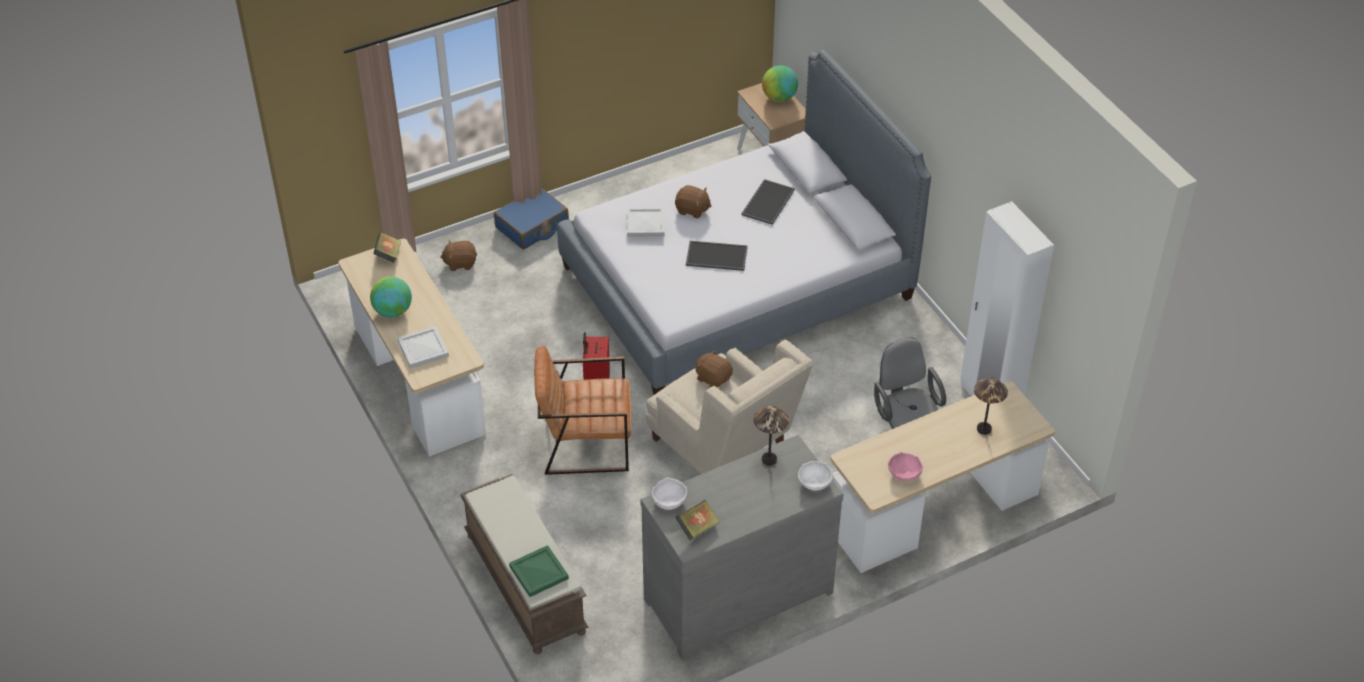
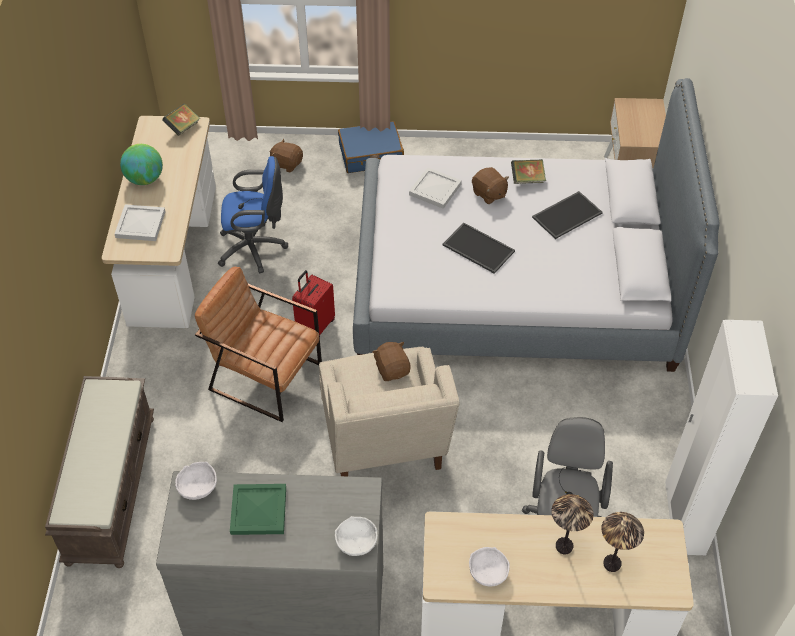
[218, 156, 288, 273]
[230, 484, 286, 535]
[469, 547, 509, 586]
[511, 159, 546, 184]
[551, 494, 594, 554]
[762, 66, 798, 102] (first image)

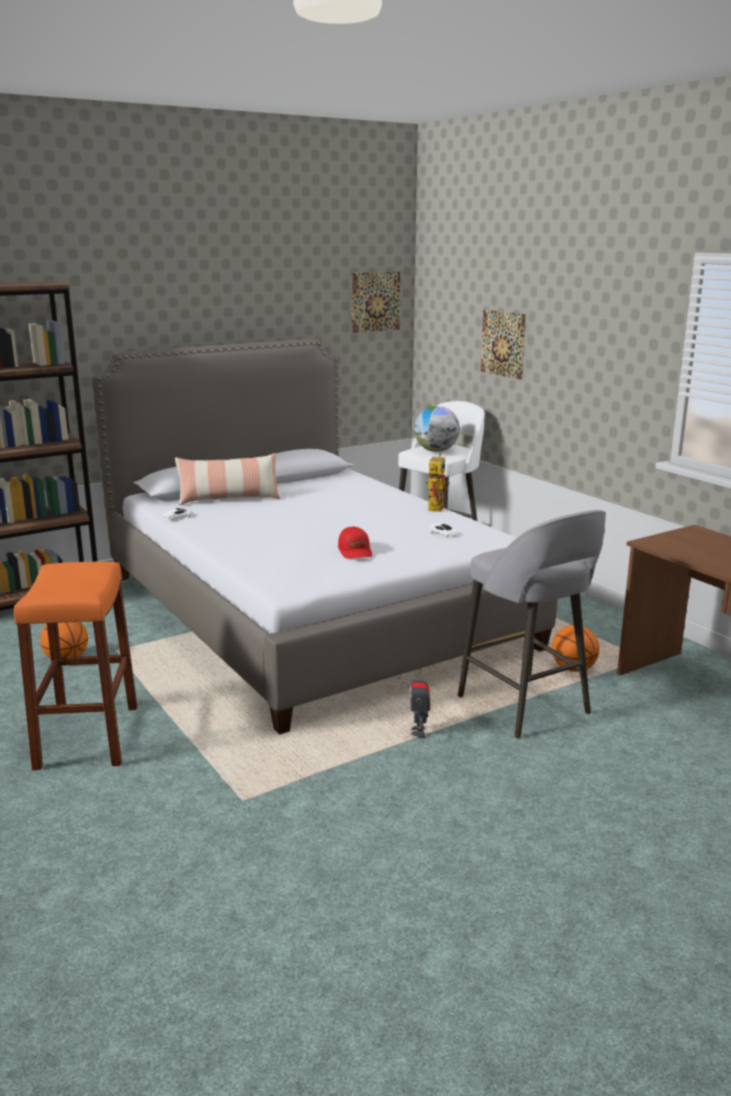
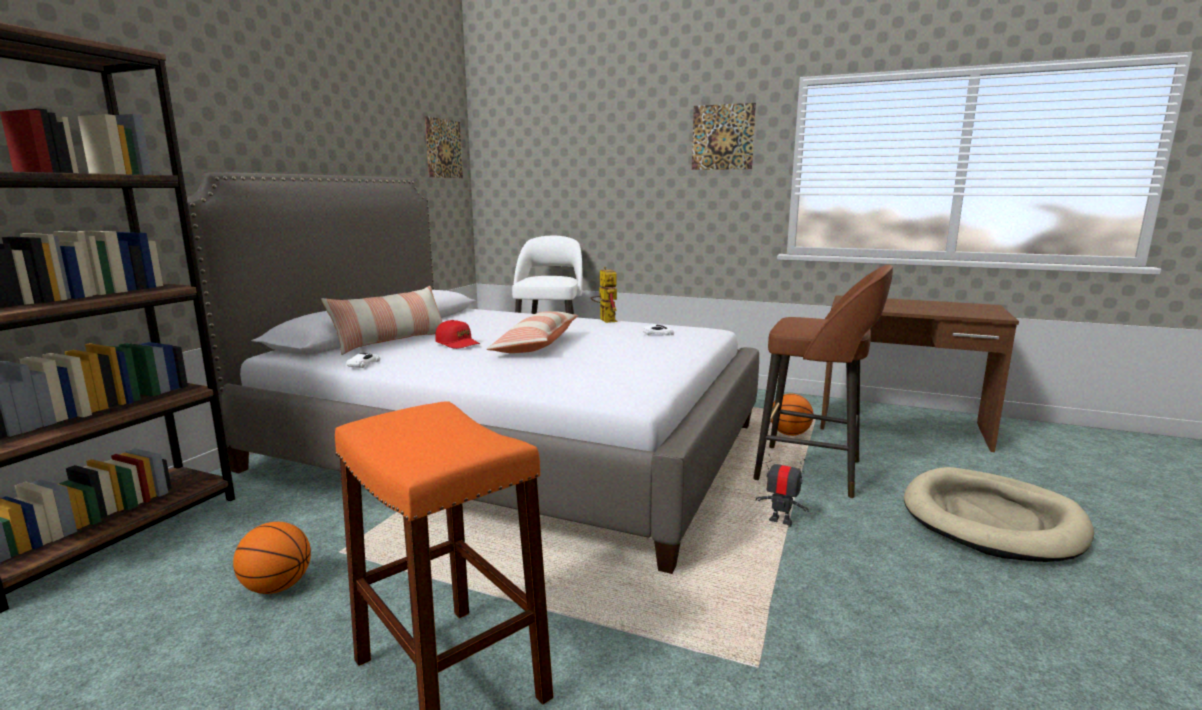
[435, 320, 480, 349]
[486, 311, 578, 353]
[692, 103, 756, 170]
[753, 265, 893, 498]
[756, 454, 809, 527]
[904, 467, 1094, 562]
[414, 406, 460, 452] (first image)

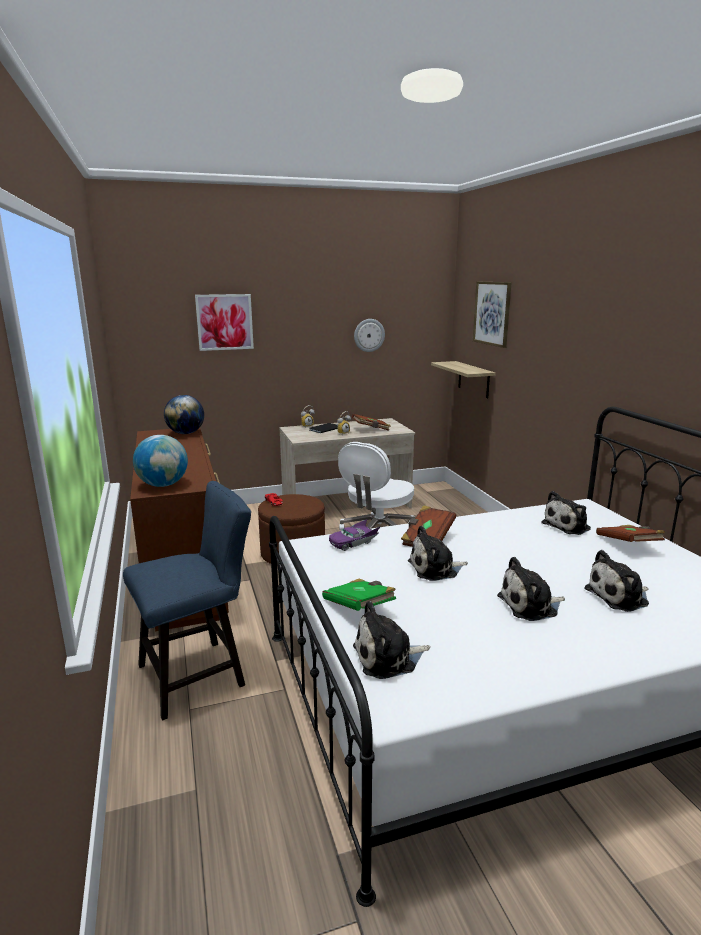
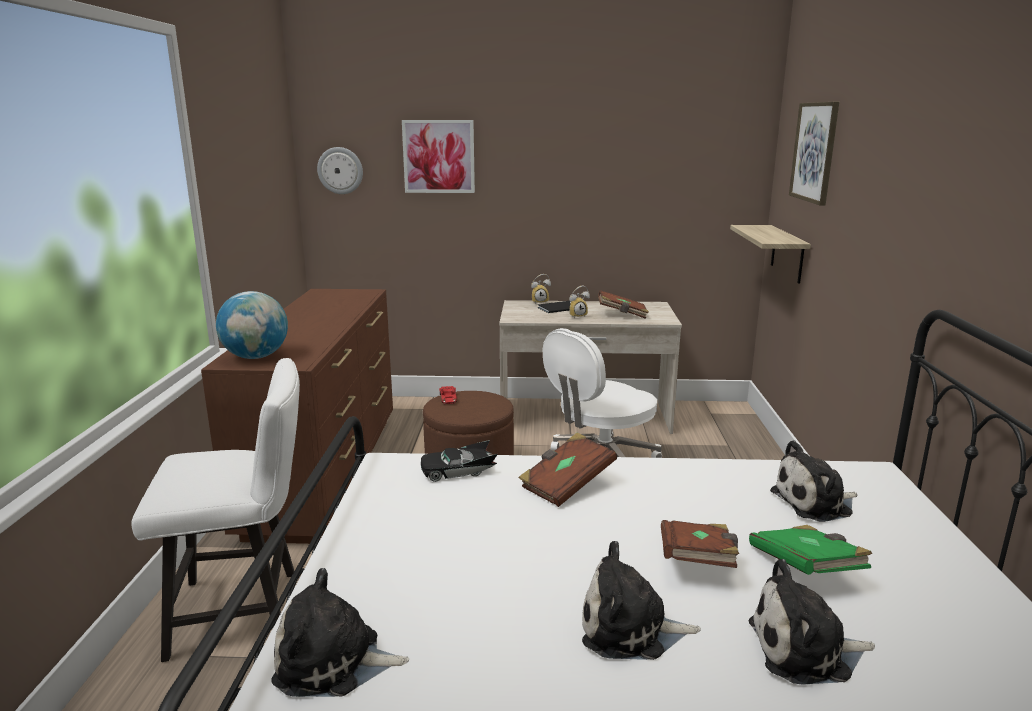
[131, 358, 300, 662]
[317, 147, 363, 194]
[420, 440, 498, 482]
[661, 520, 739, 568]
[749, 525, 872, 575]
[164, 395, 204, 434] (first image)
[408, 526, 468, 581] (first image)

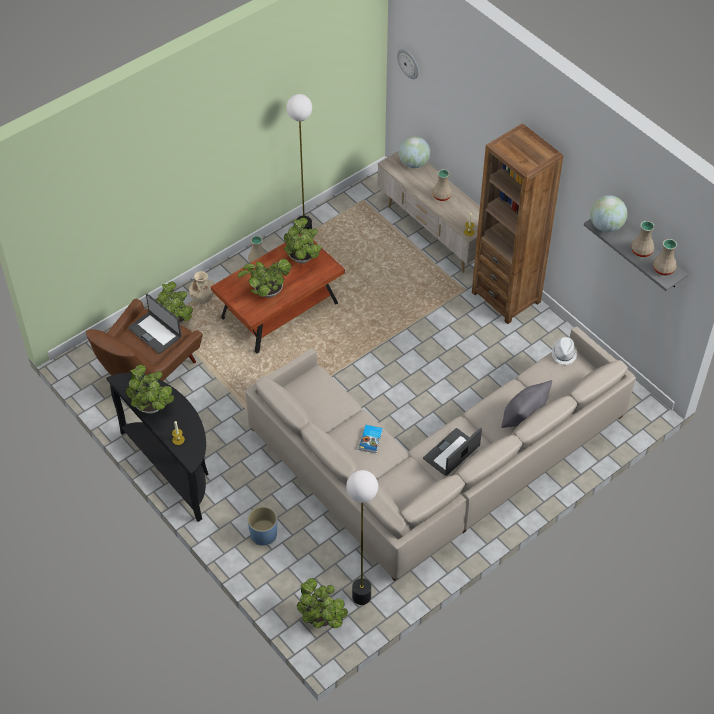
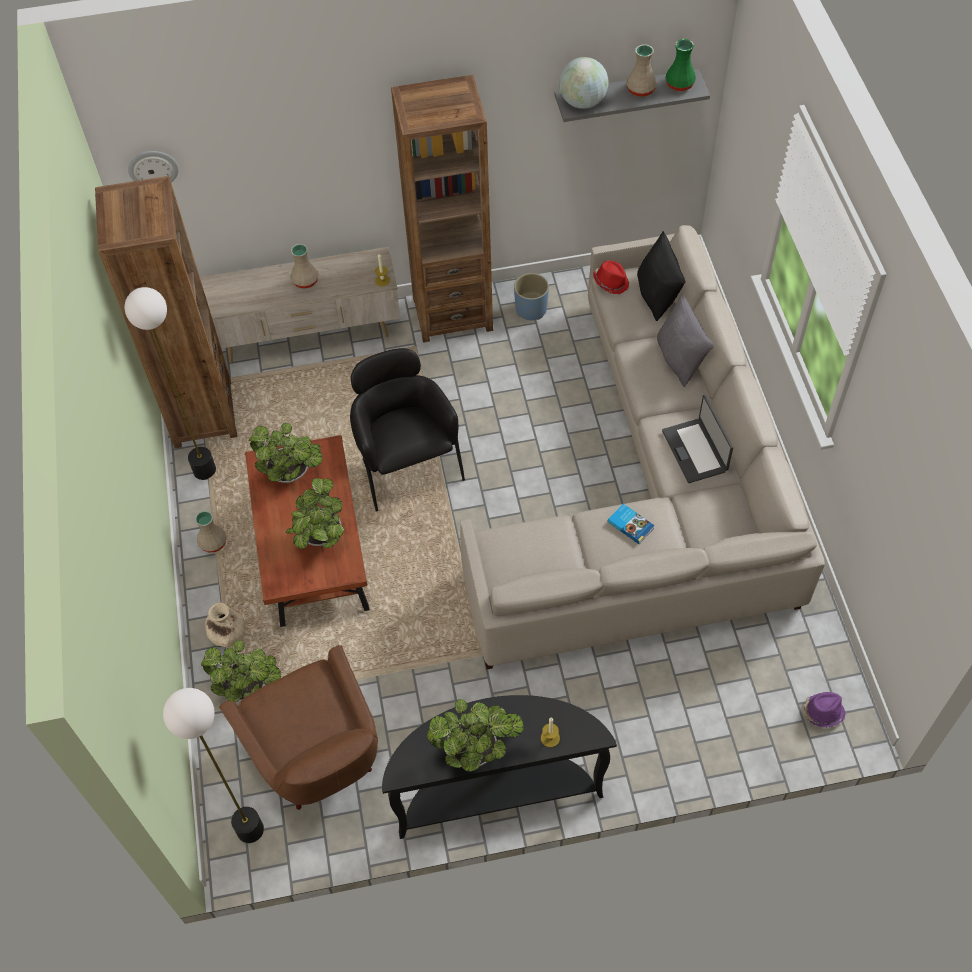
[95, 176, 237, 448]
[163, 688, 264, 843]
[350, 348, 465, 512]
[514, 273, 549, 320]
[593, 260, 629, 294]
[637, 231, 685, 321]
[666, 39, 696, 91]
[804, 692, 846, 728]
[128, 294, 181, 354] (first image)
[399, 136, 430, 168] (first image)

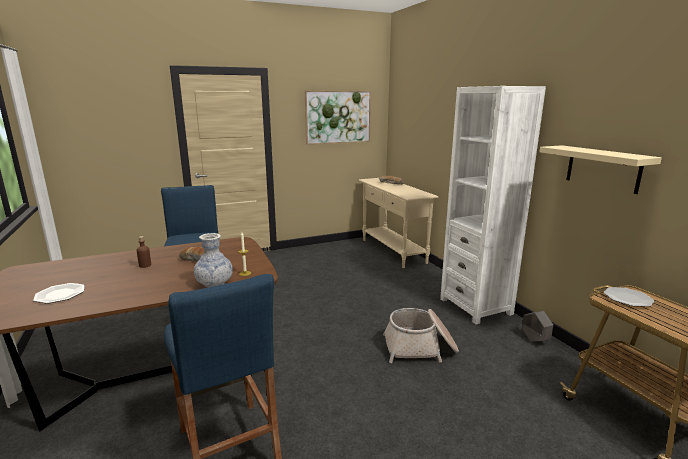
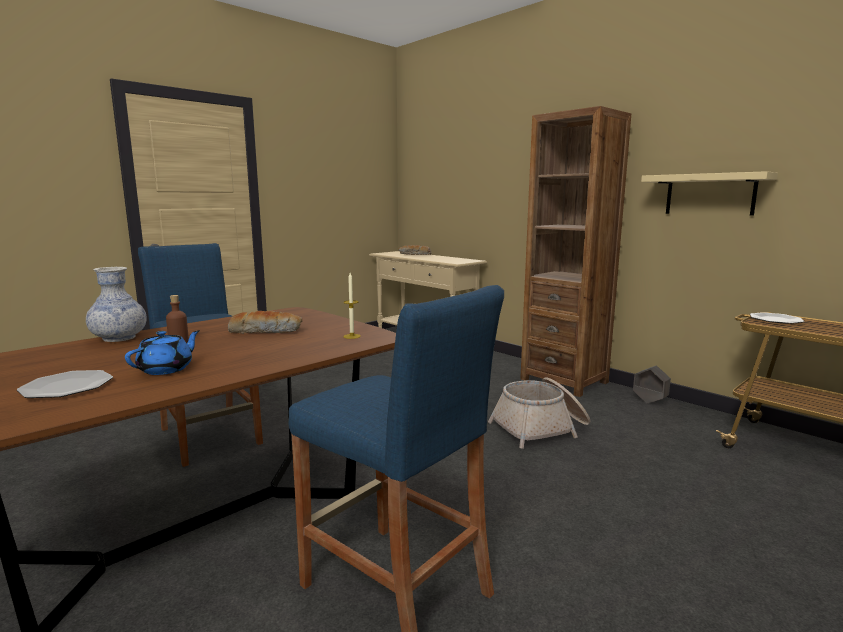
[86, 267, 147, 342]
[125, 330, 200, 375]
[520, 106, 631, 397]
[305, 91, 371, 145] (first image)

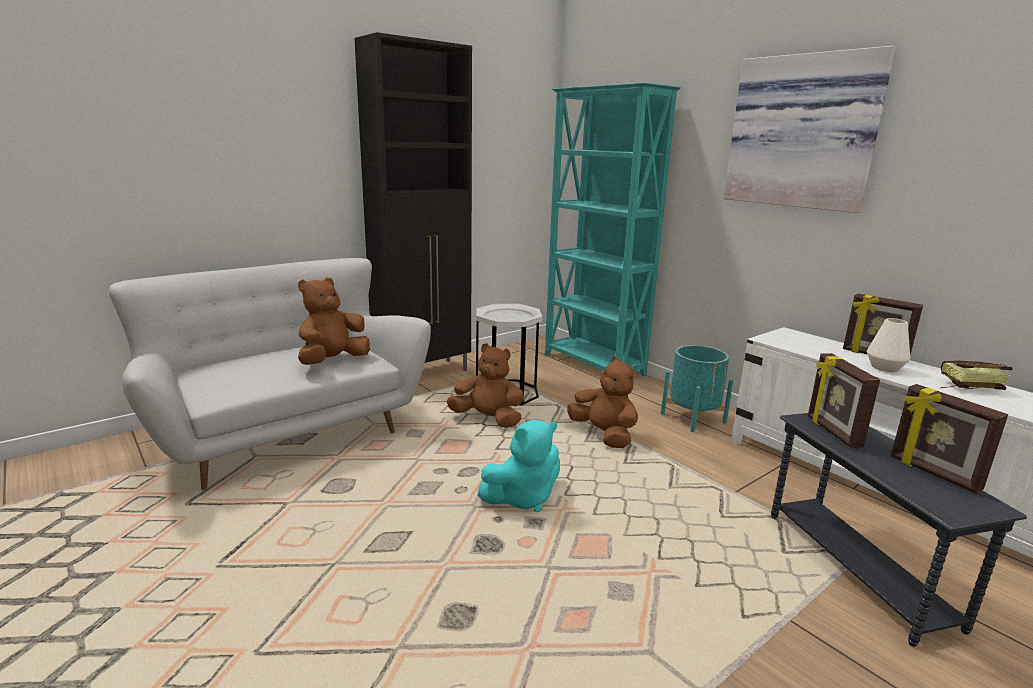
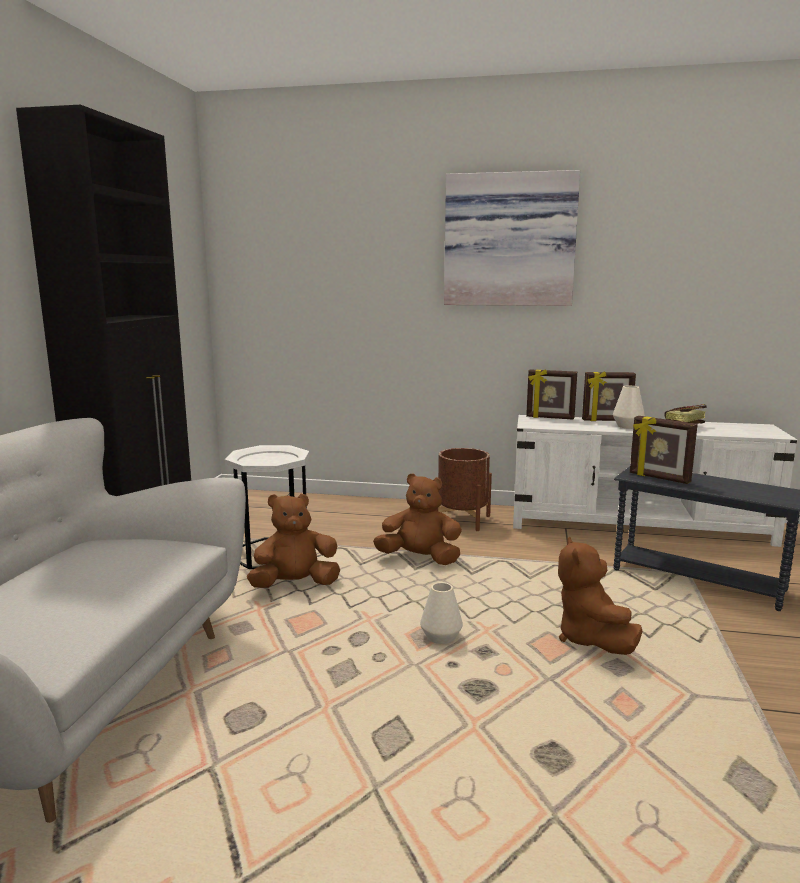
[420, 582, 463, 644]
[437, 448, 492, 531]
[526, 369, 577, 420]
[558, 536, 642, 655]
[545, 83, 681, 377] (first image)

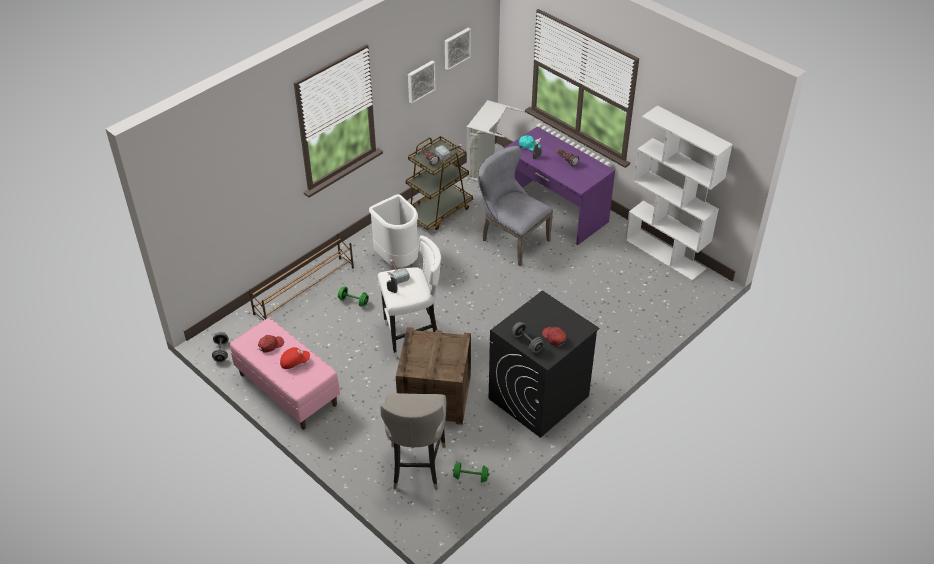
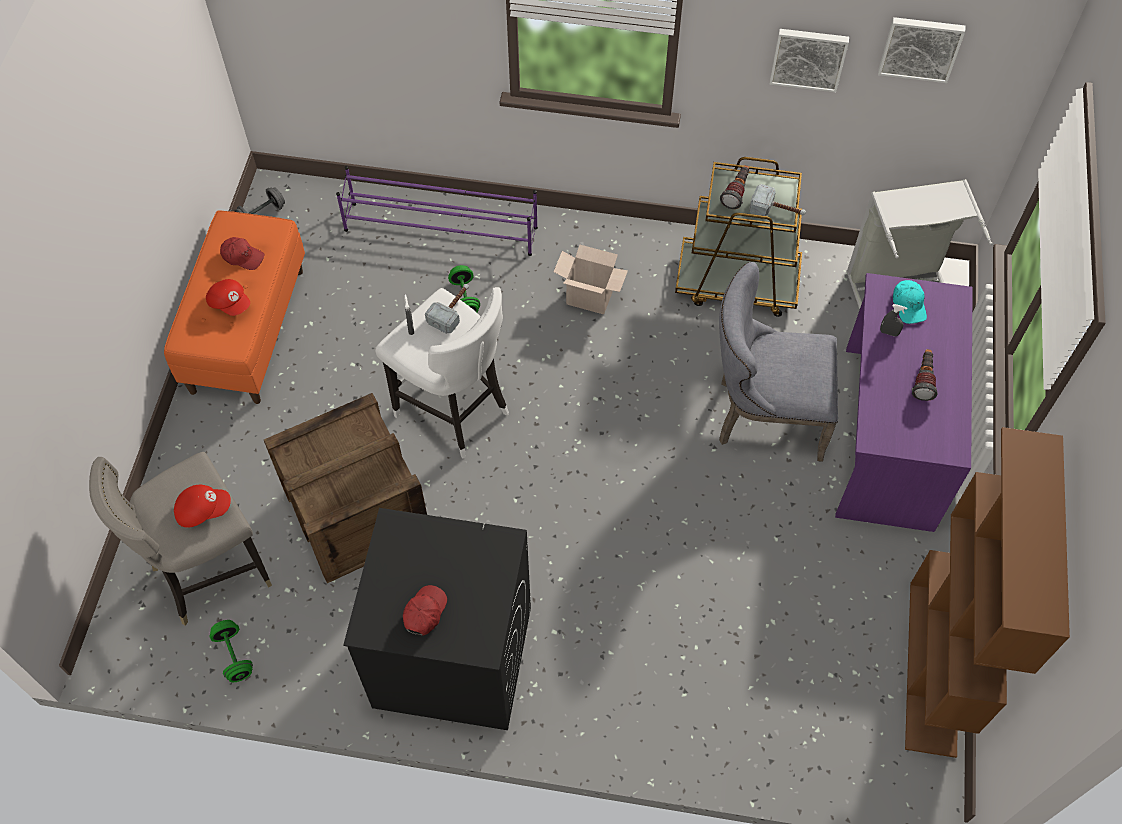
[164, 210, 305, 404]
[174, 485, 231, 528]
[336, 166, 538, 256]
[554, 245, 628, 314]
[719, 262, 838, 462]
[905, 427, 1070, 758]
[512, 322, 544, 353] (first image)

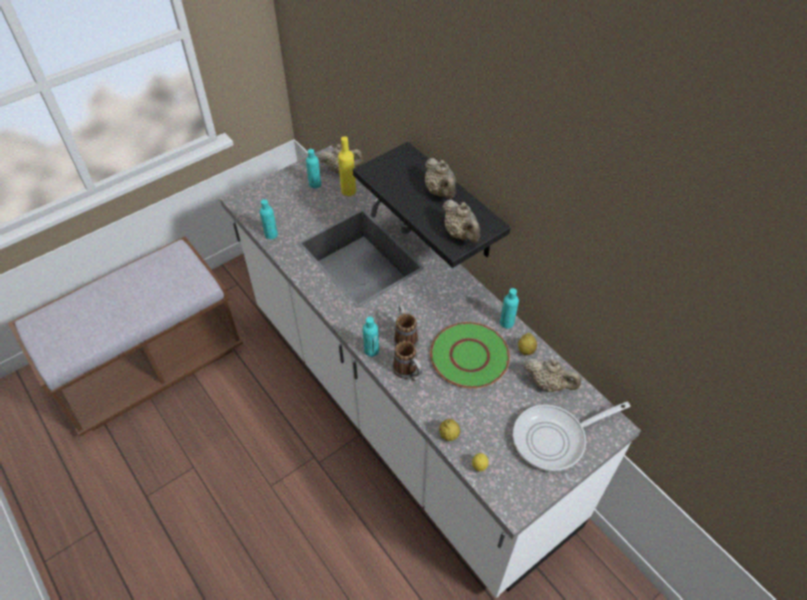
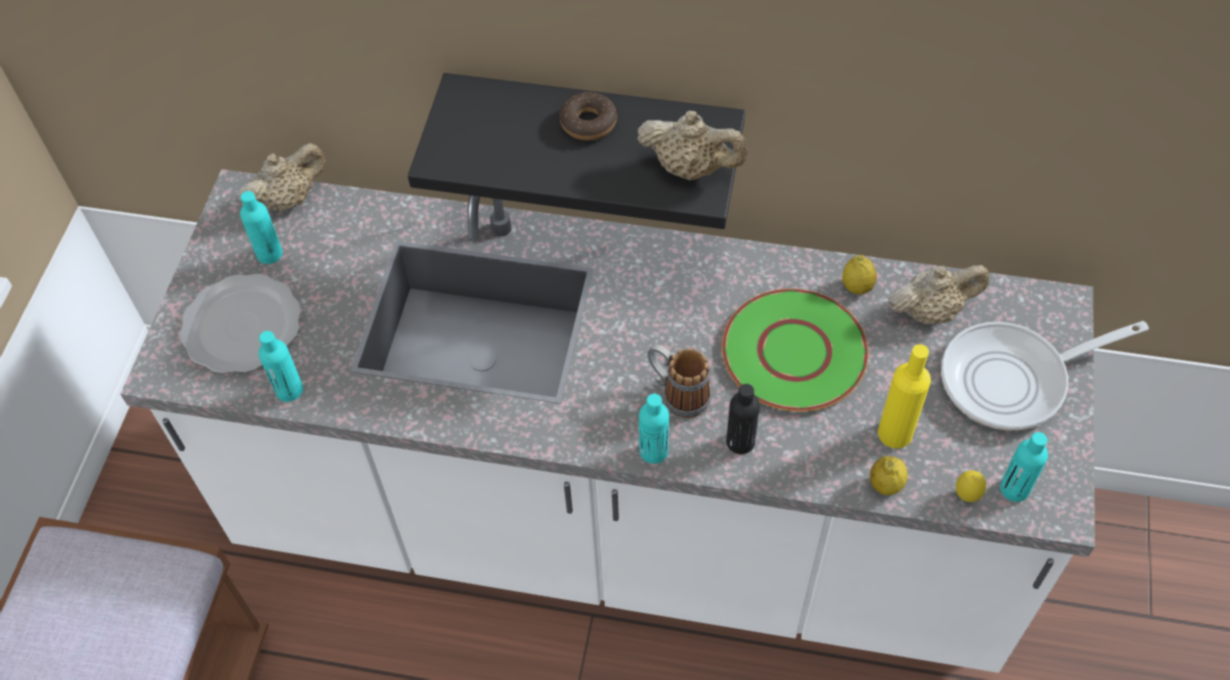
[180, 274, 301, 374]
[560, 92, 617, 141]
[726, 384, 760, 454]
[878, 344, 931, 448]
[941, 321, 1149, 431]
[1000, 432, 1048, 502]

